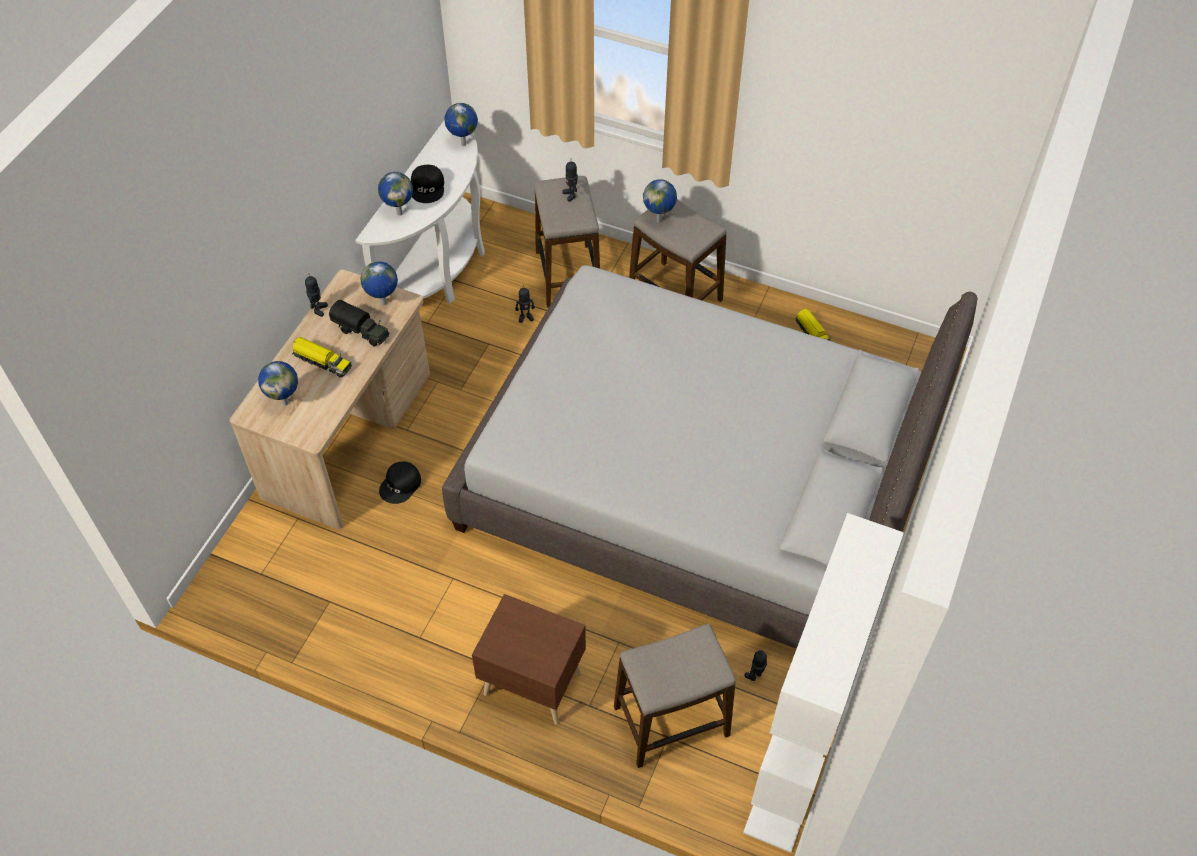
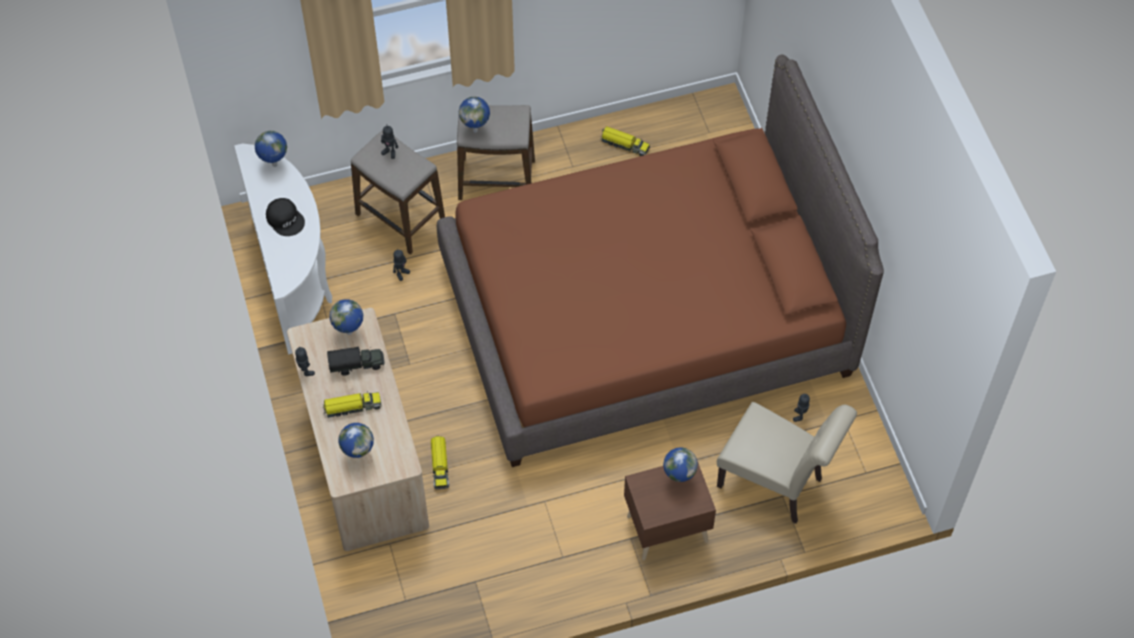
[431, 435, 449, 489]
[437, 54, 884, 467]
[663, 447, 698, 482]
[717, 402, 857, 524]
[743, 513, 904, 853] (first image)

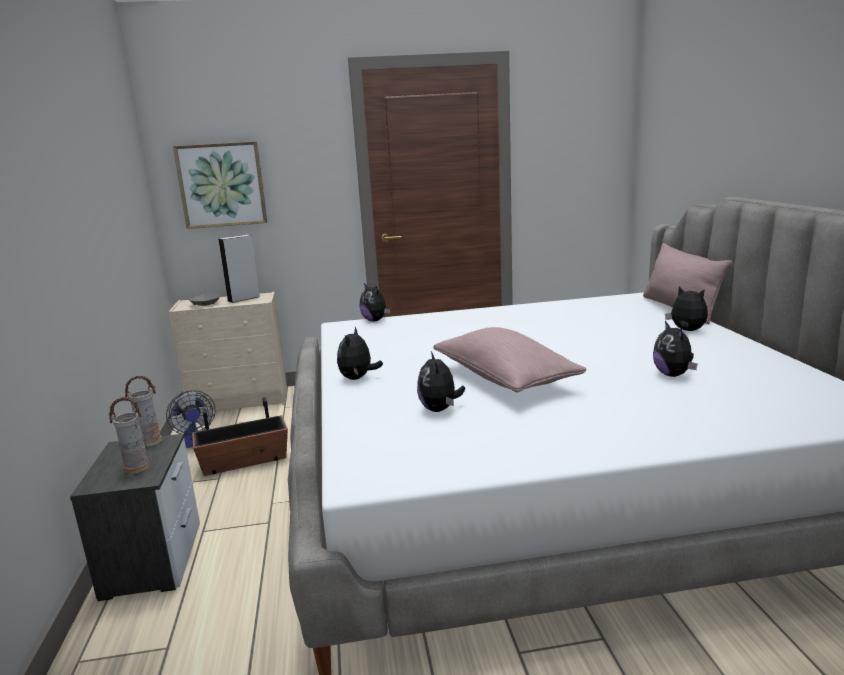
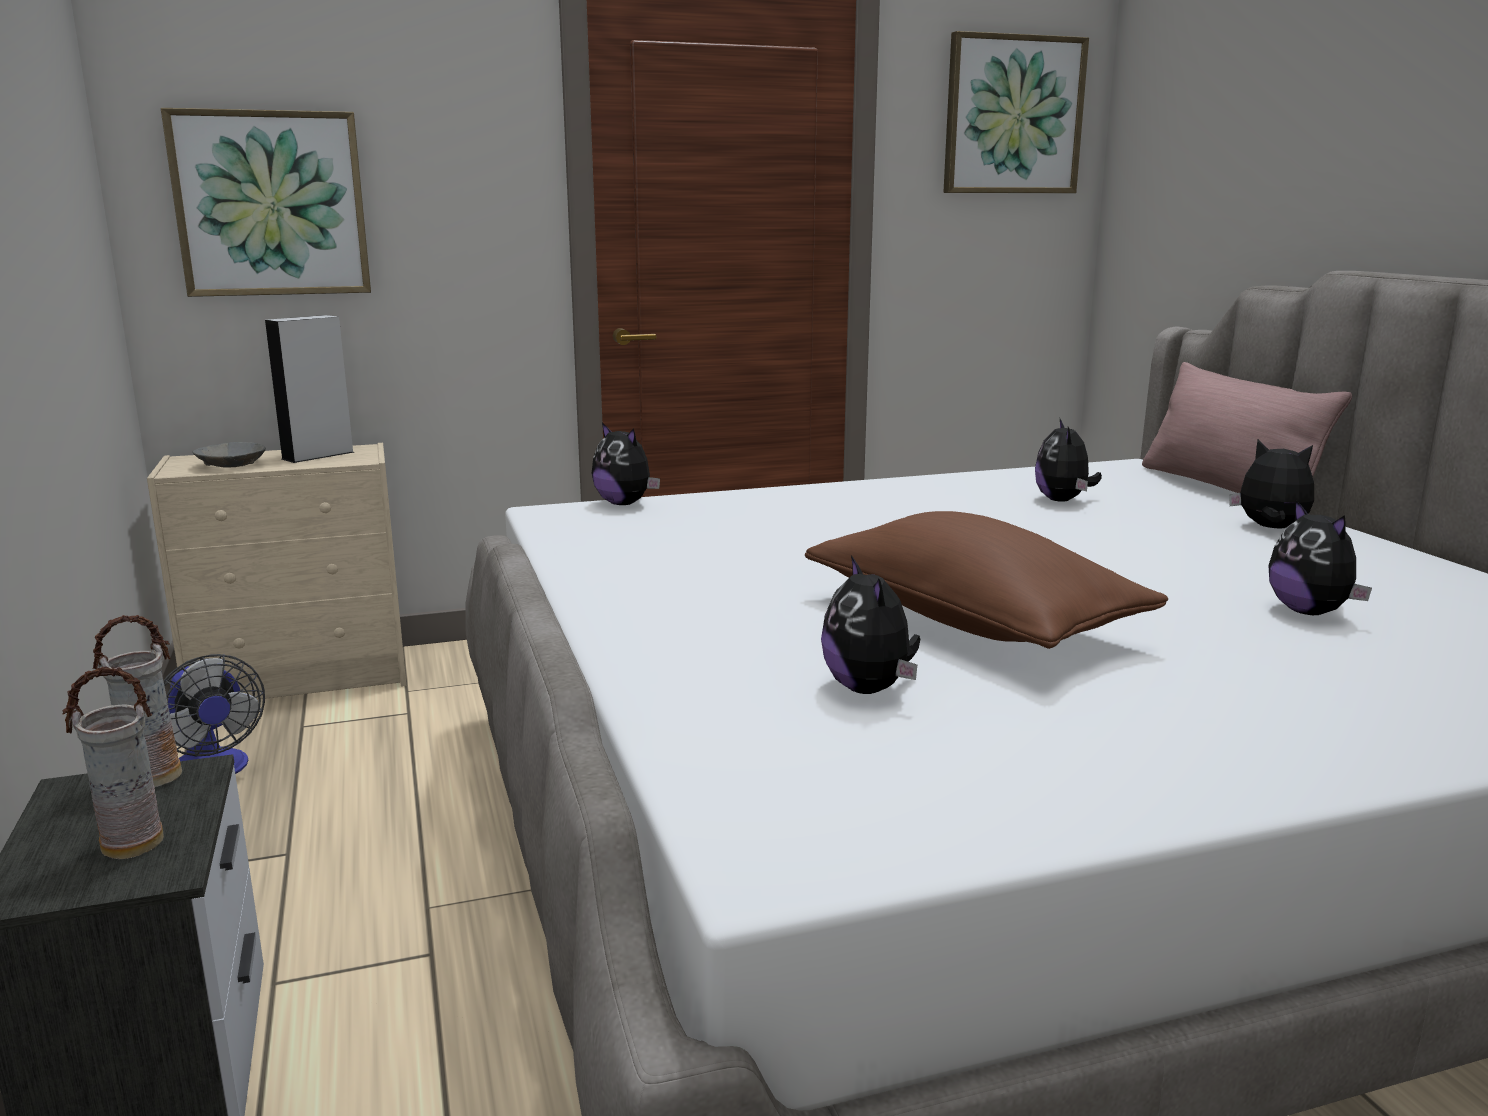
[805, 511, 1168, 649]
[943, 31, 1089, 193]
[1035, 419, 1102, 502]
[192, 397, 288, 476] (first image)

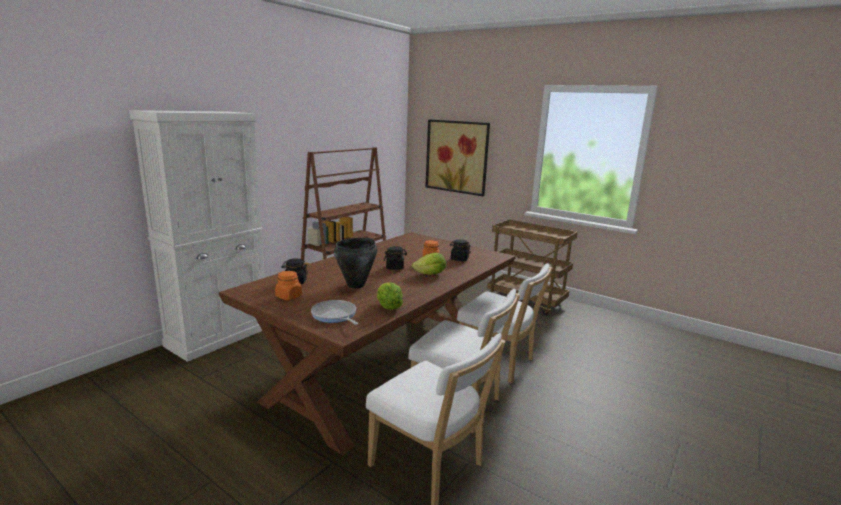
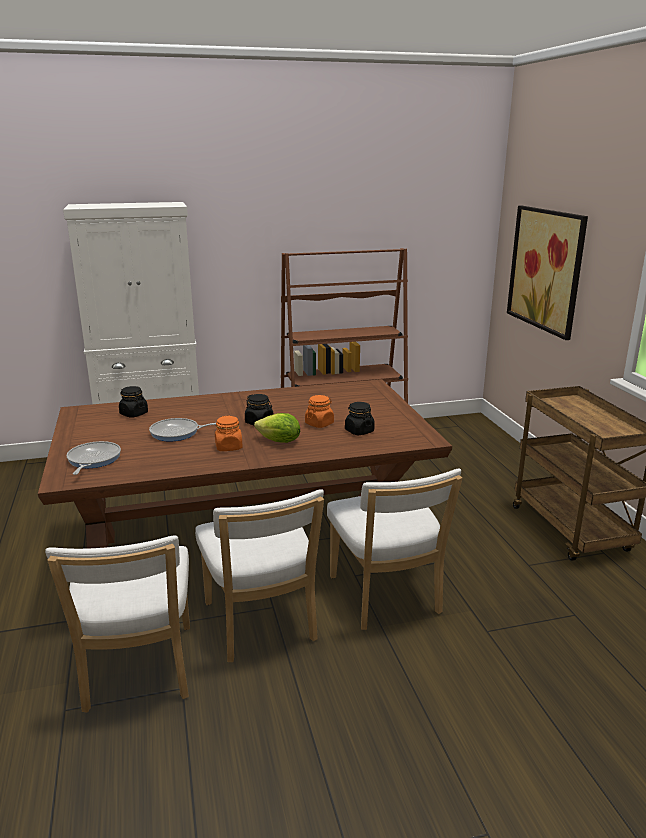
[149, 418, 216, 441]
[215, 416, 243, 451]
[377, 282, 403, 310] (first image)

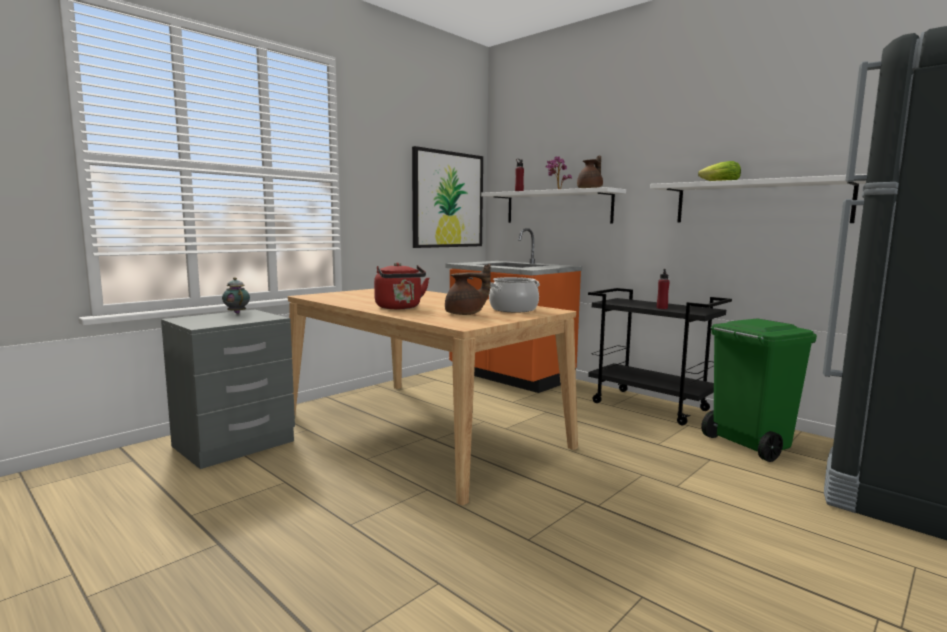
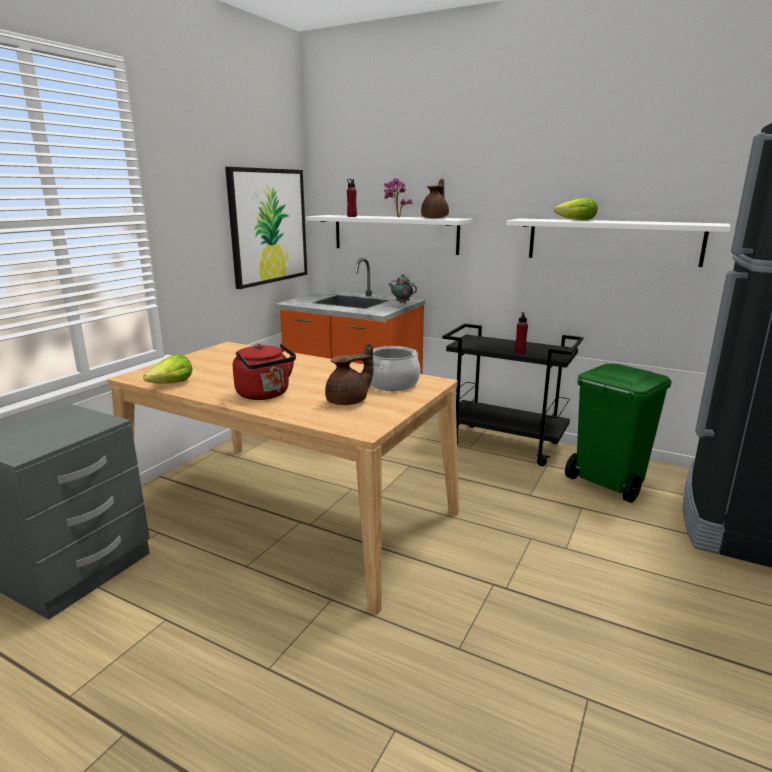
[143, 354, 192, 384]
[388, 274, 417, 303]

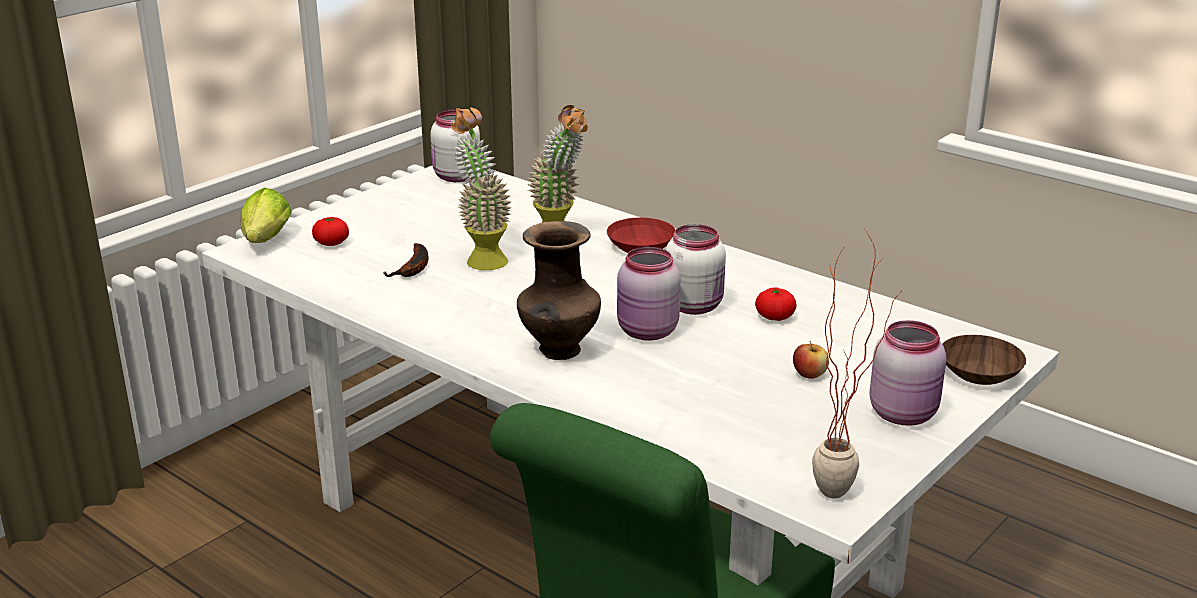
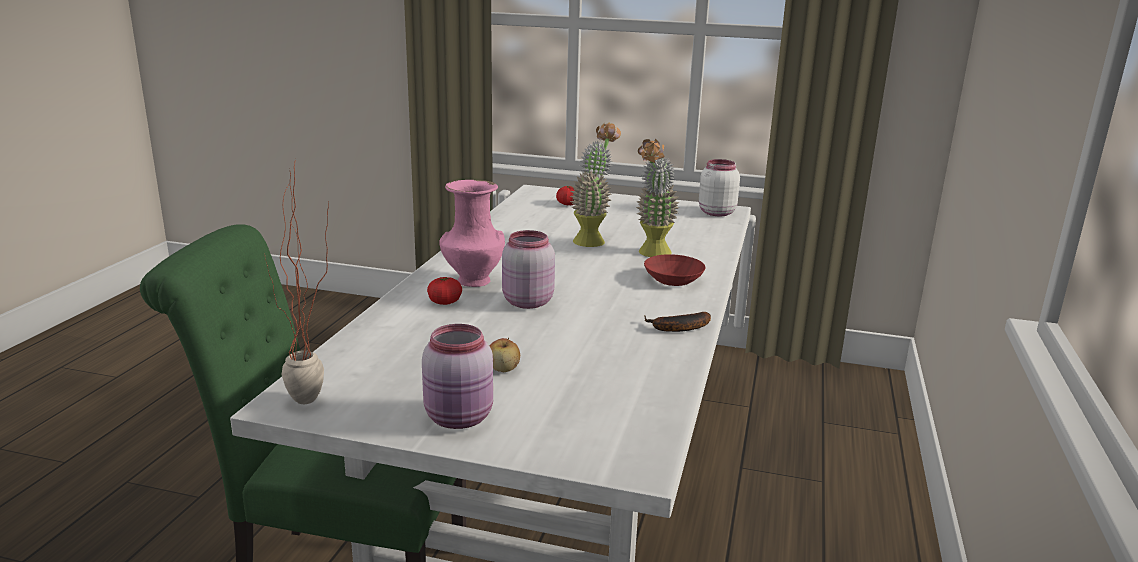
[427, 277, 462, 305]
[439, 180, 505, 287]
[644, 312, 711, 332]
[241, 188, 292, 243] (first image)
[666, 224, 726, 315] (first image)
[943, 335, 1026, 385] (first image)

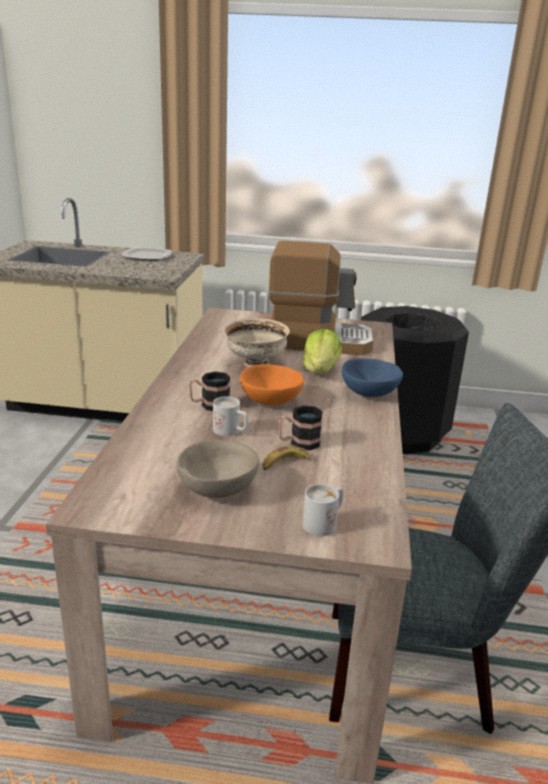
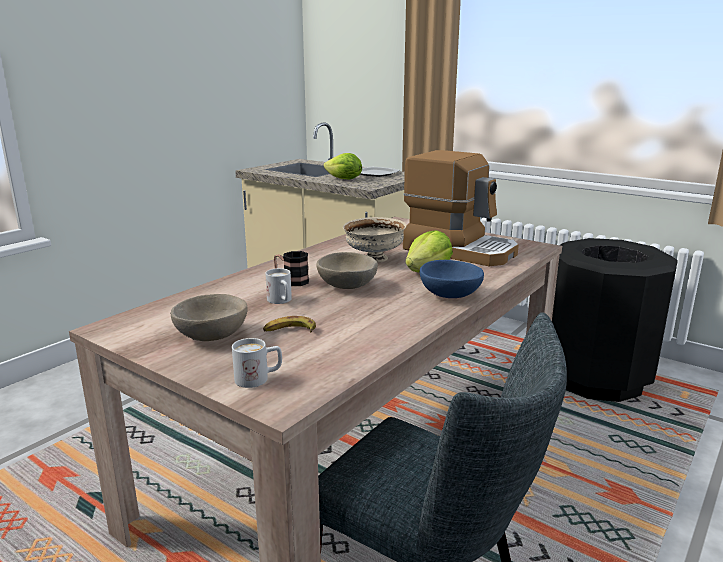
[316, 252, 378, 289]
[323, 153, 362, 179]
[279, 405, 323, 450] (first image)

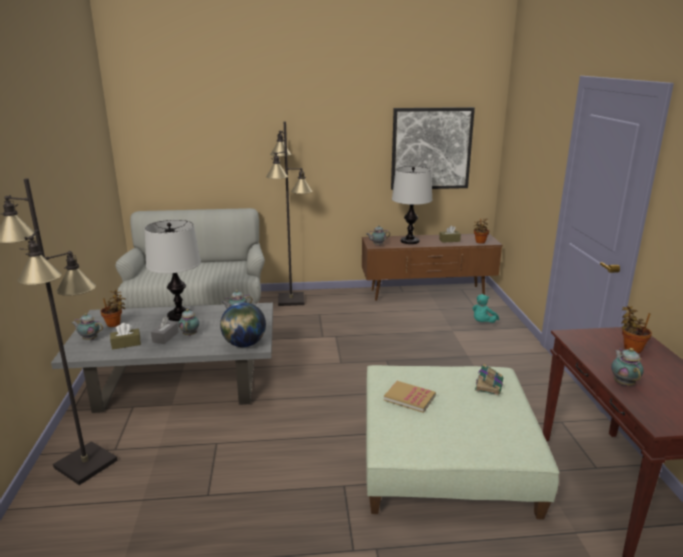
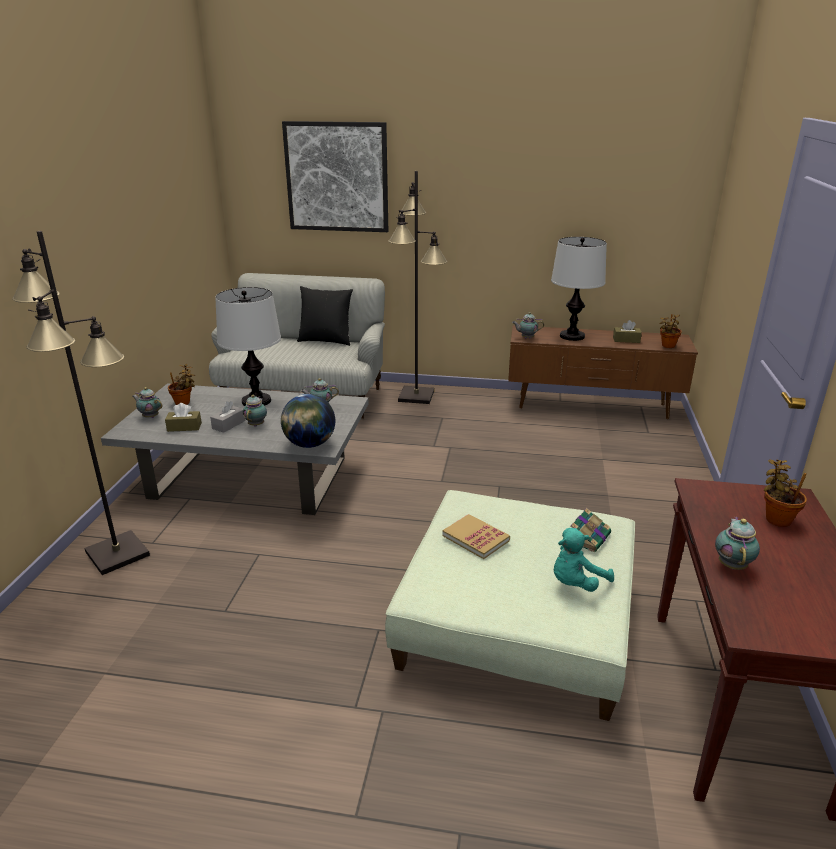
[282, 121, 388, 232]
[297, 286, 353, 346]
[554, 528, 614, 592]

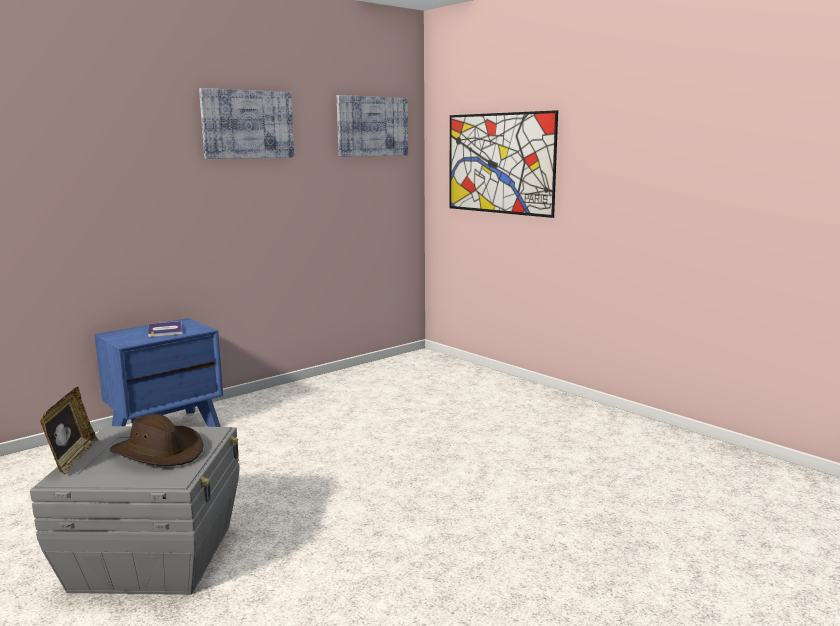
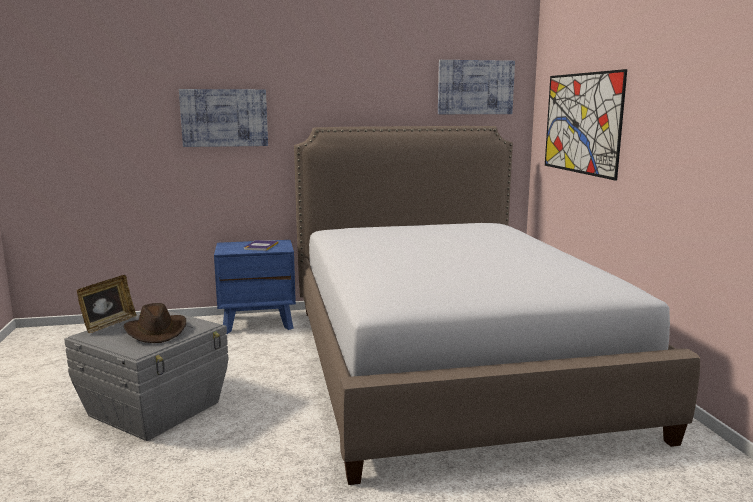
[179, 89, 268, 147]
[294, 126, 700, 485]

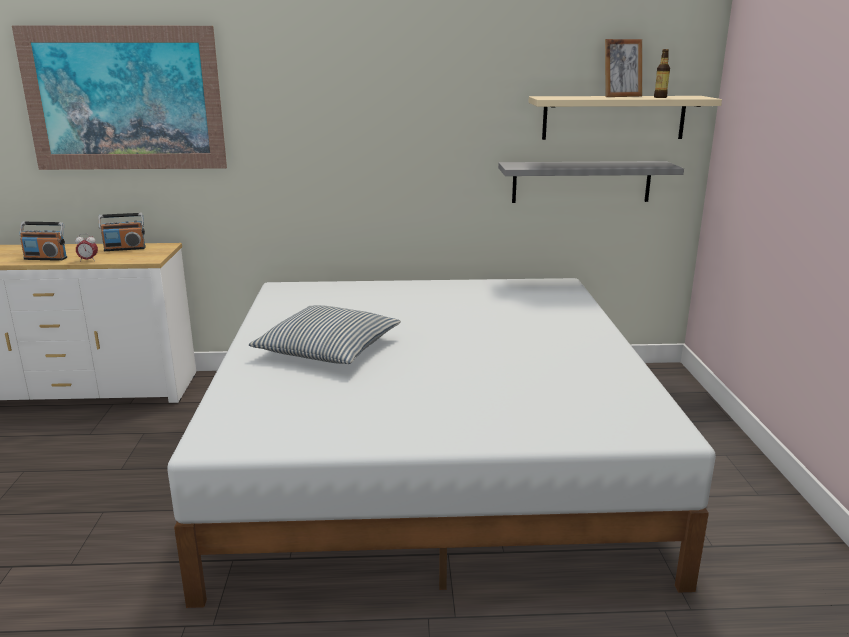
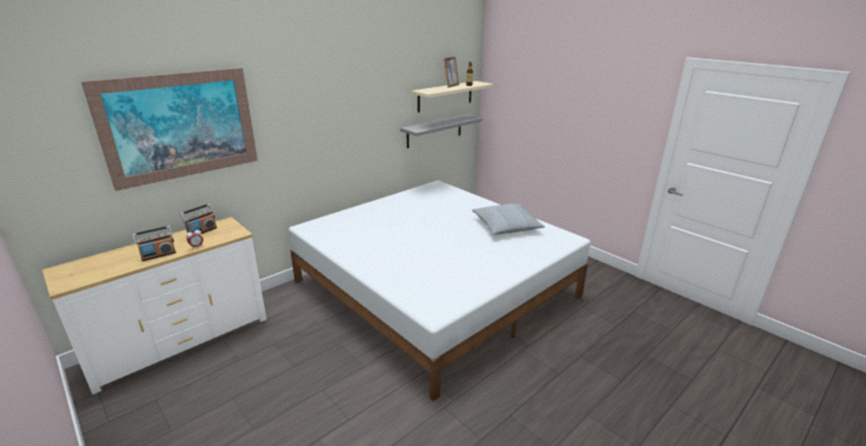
[472, 204, 545, 235]

